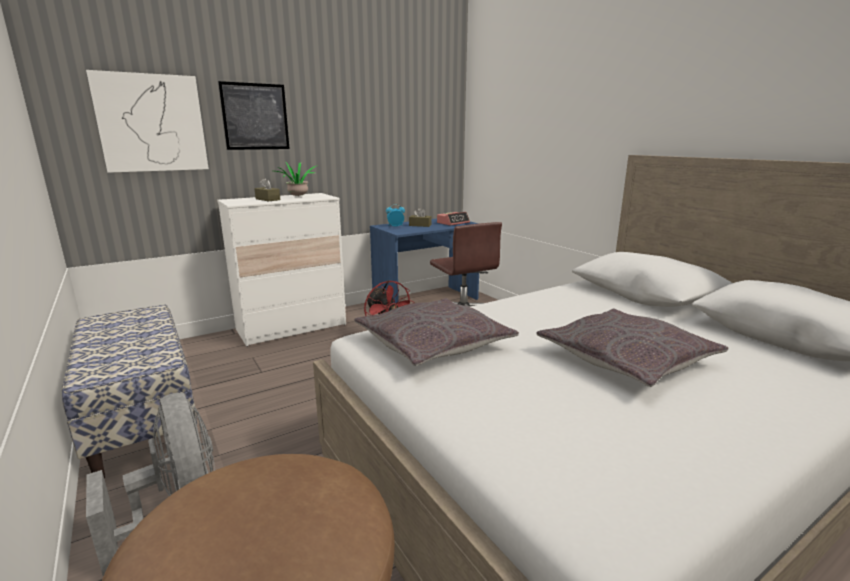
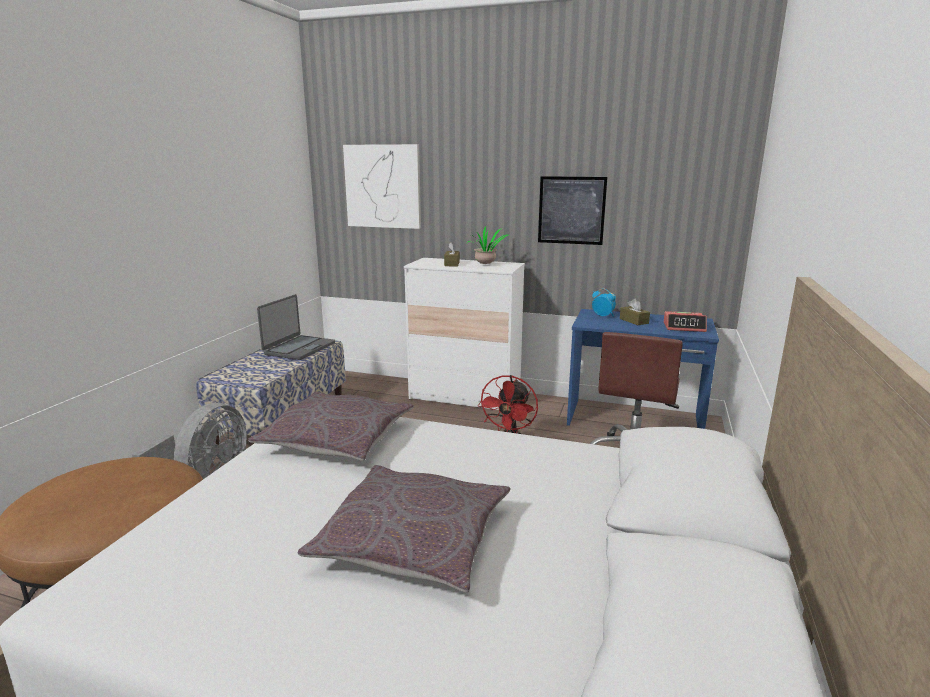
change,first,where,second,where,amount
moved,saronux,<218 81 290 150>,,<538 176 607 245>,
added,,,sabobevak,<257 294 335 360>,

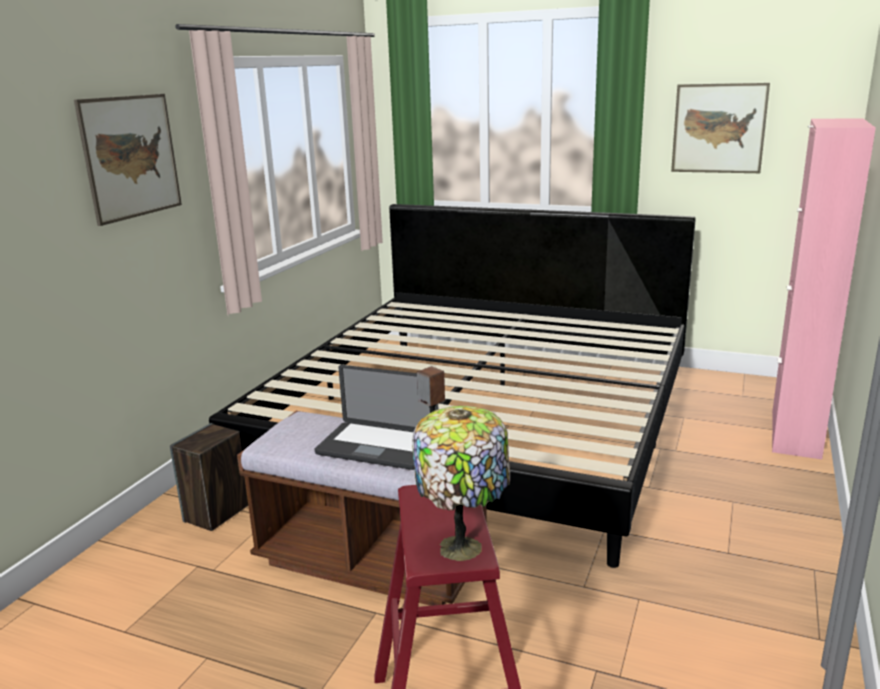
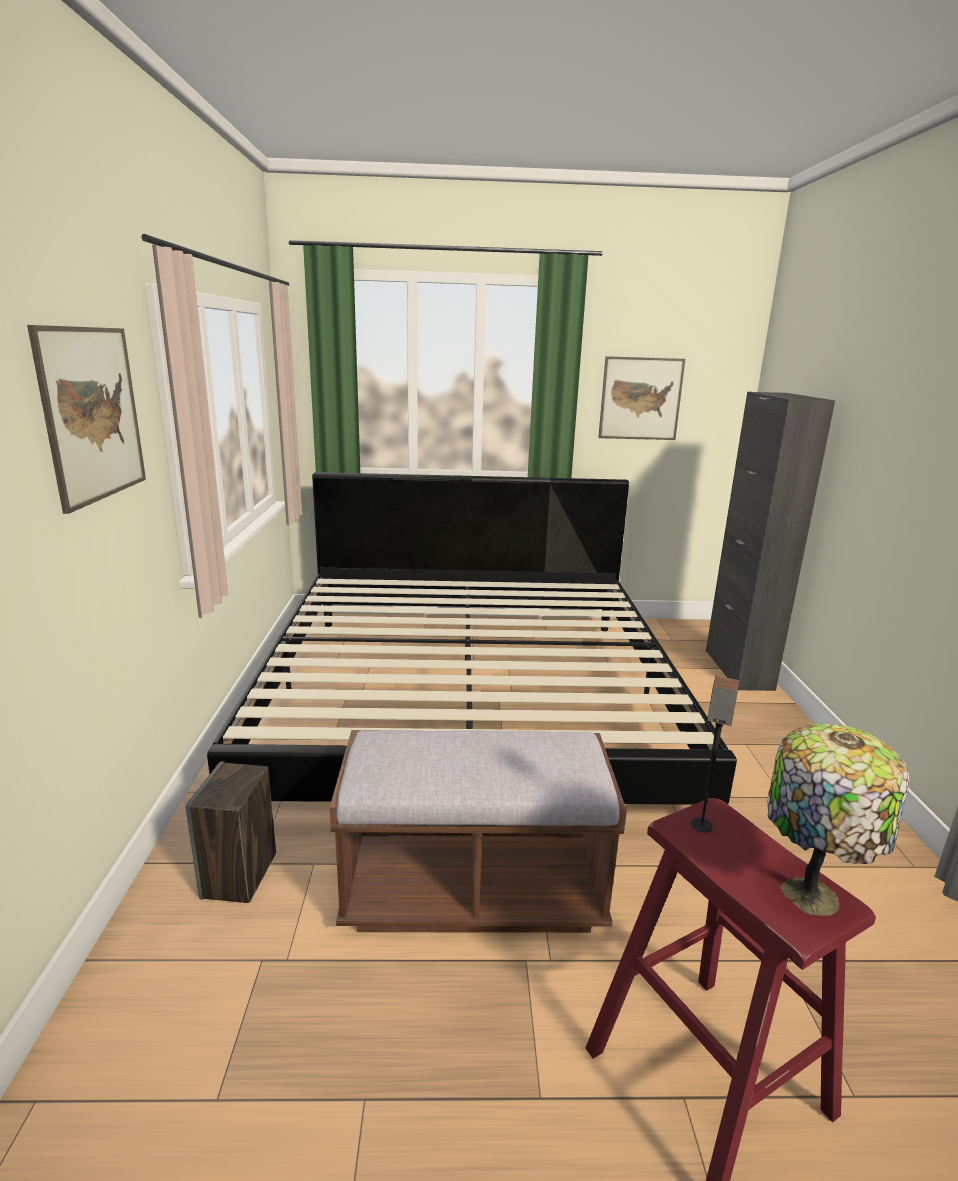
change,first,where,second,where,amount
recoloured,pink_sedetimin,<772 119 876 459>,black_sedetimin,<706 392 835 691>,
removed,sabobevak,<315 365 438 470>,,,

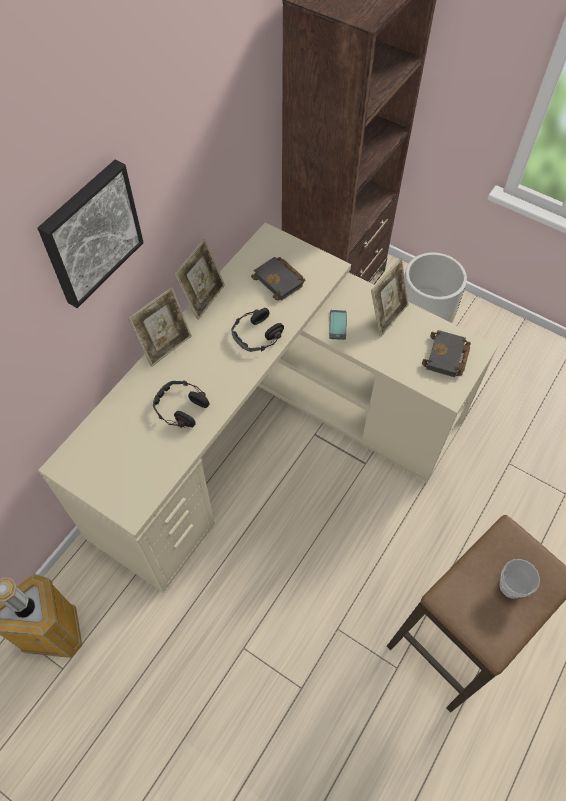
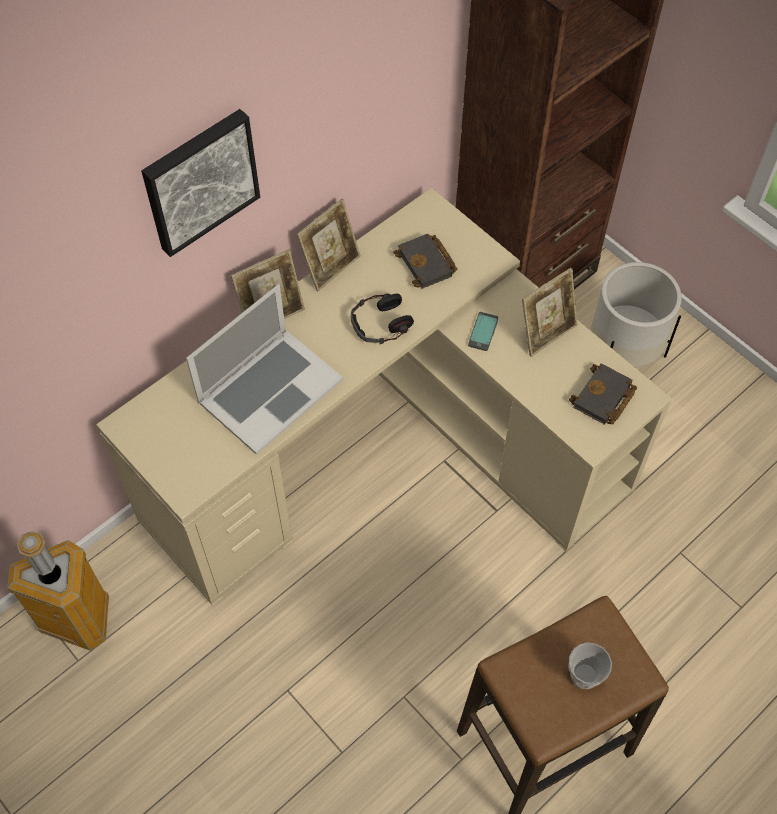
change,first,where,second,where,amount
replaced,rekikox,<153 380 210 428>,sabobevak,<186 284 343 455>,

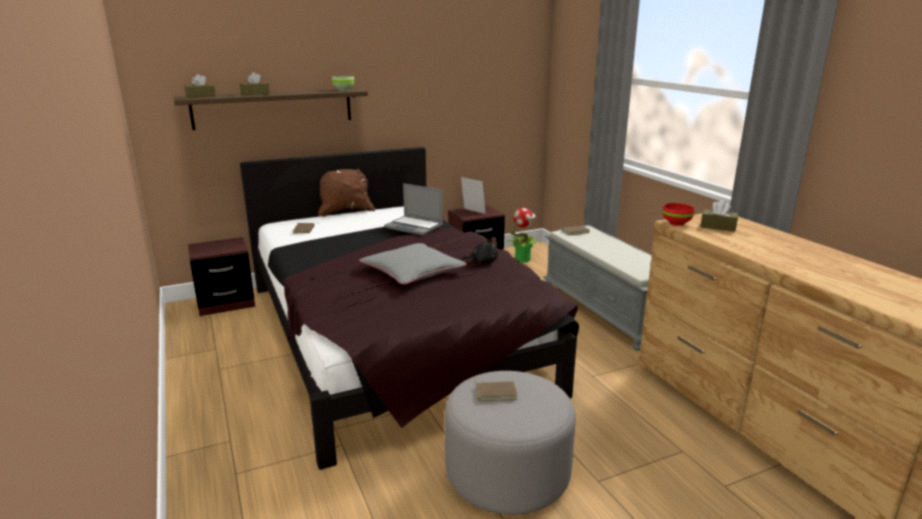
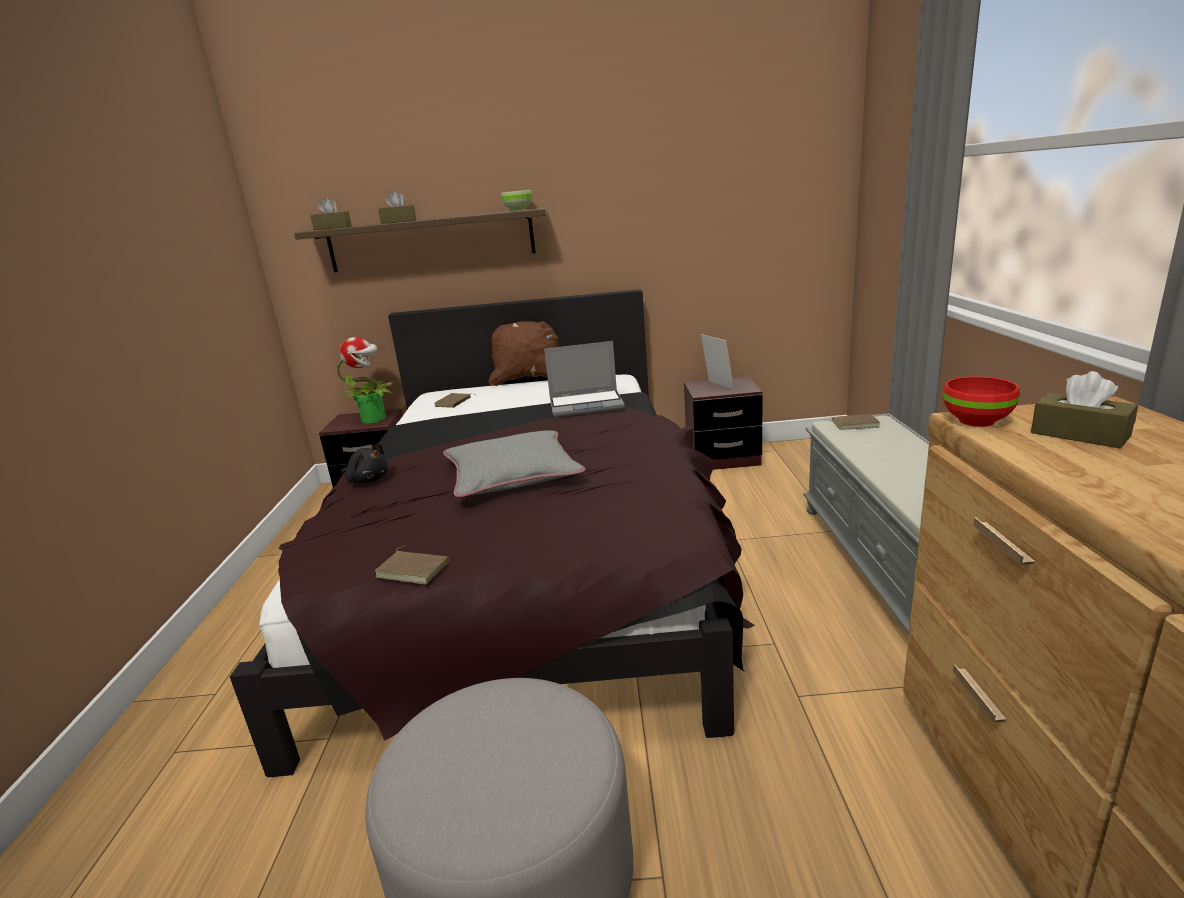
change,first,where,second,where,amount
turned,sabobevak,<384 183 443 235>,,<544 341 625 417>,60 degrees counterclockwise
moved,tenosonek,<507 208 540 263>,,<337 337 393 423>,
moved,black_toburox,<462 239 498 264>,,<341 443 388 483>,
moved,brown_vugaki,<474 379 518 401>,,<375 545 449 584>,

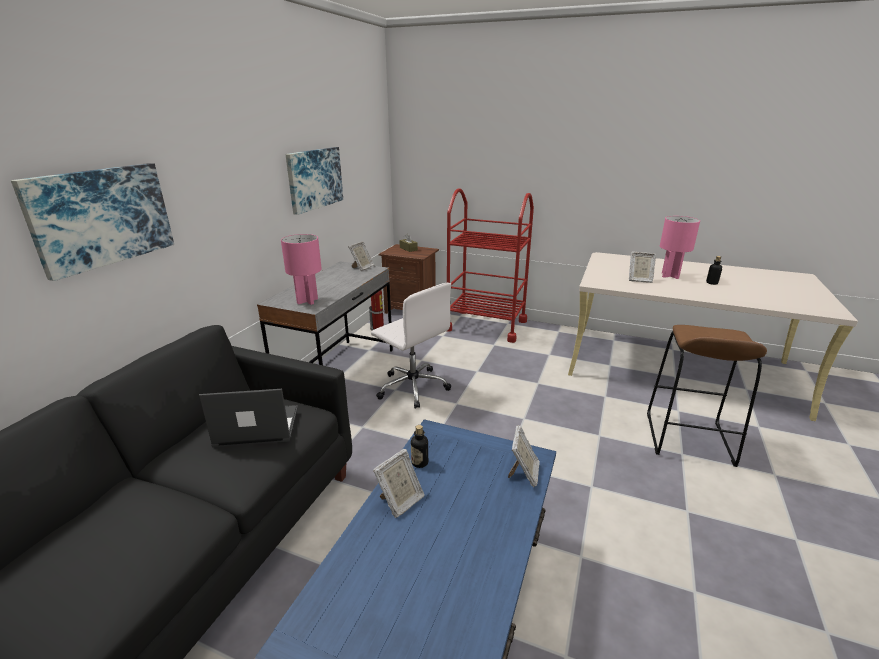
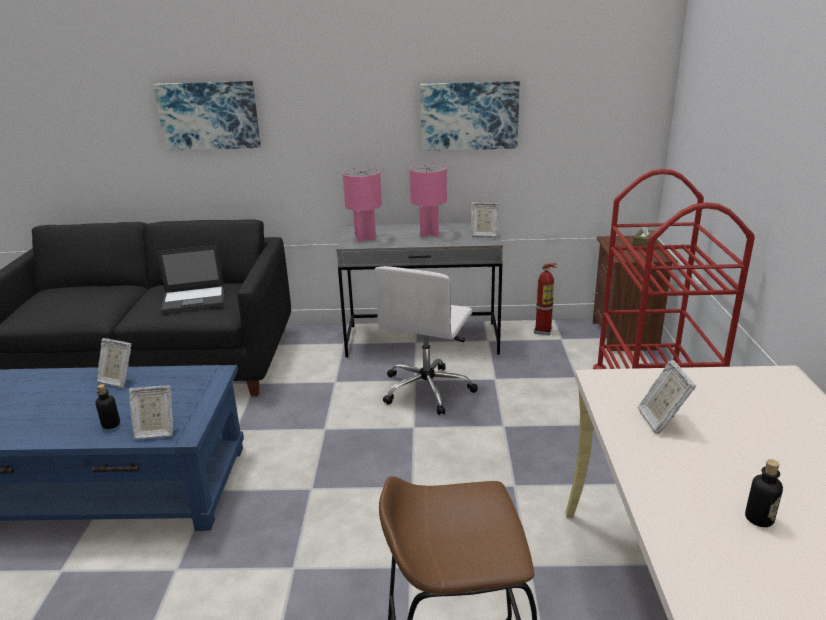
change,first,where,second,where,amount
moved,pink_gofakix,<660 216 700 279>,,<409 163 447 237>,
turned,sabobevak,<199 389 298 448>,,<157 245 224 313>,105 degrees clockwise
moved,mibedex,<411 425 428 468>,,<96 384 120 429>,

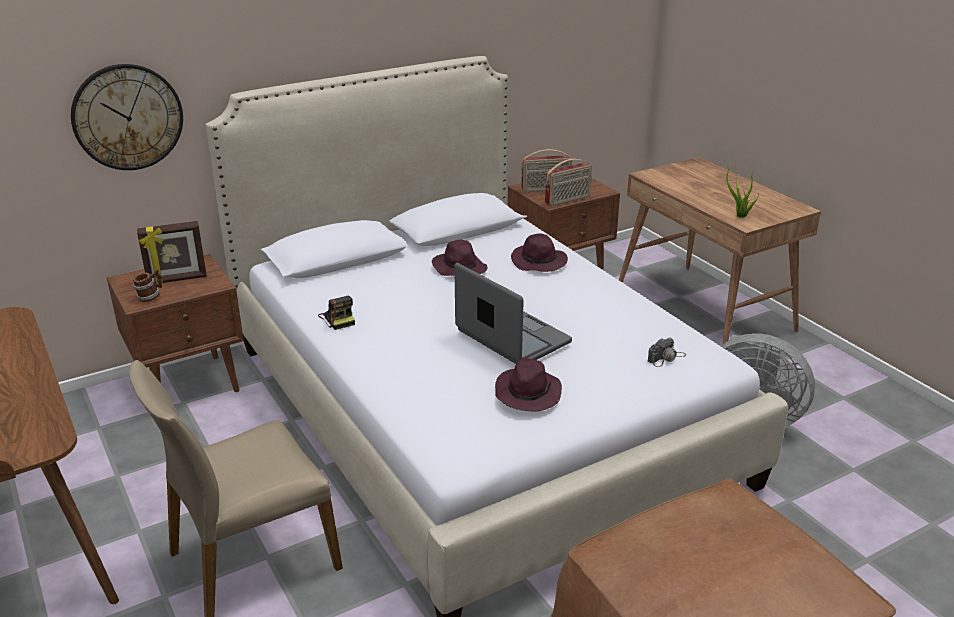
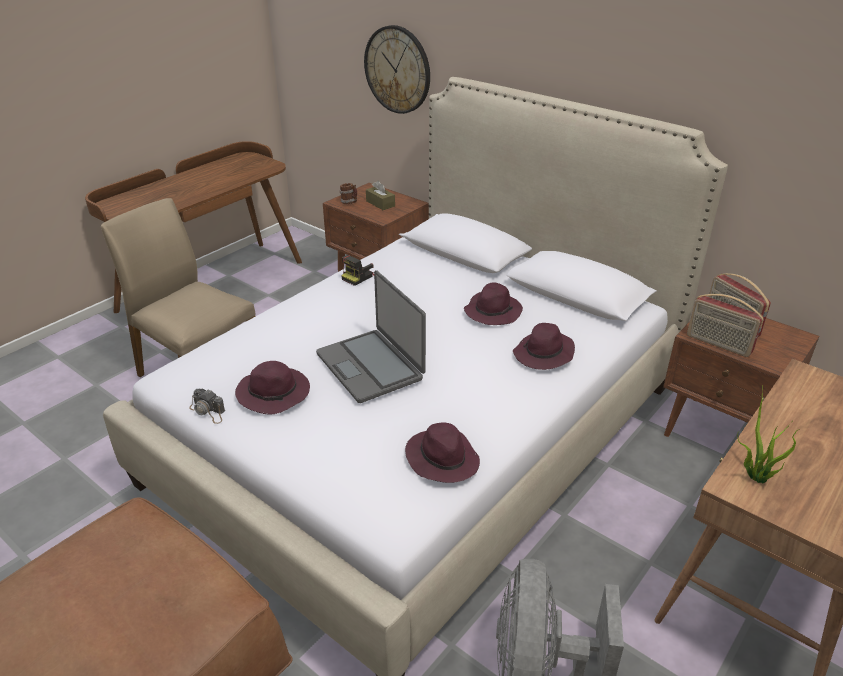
change,first,where,second,where,amount
replaced,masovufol,<137 221 207 284>,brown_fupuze,<366 181 395 210>,
turned,sabobevak,<454 263 572 364>,,<316 270 426 403>,120 degrees clockwise
moved,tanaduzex,<648 337 686 367>,,<189 389 225 424>,
added,,,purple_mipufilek,<405 422 480 483>,

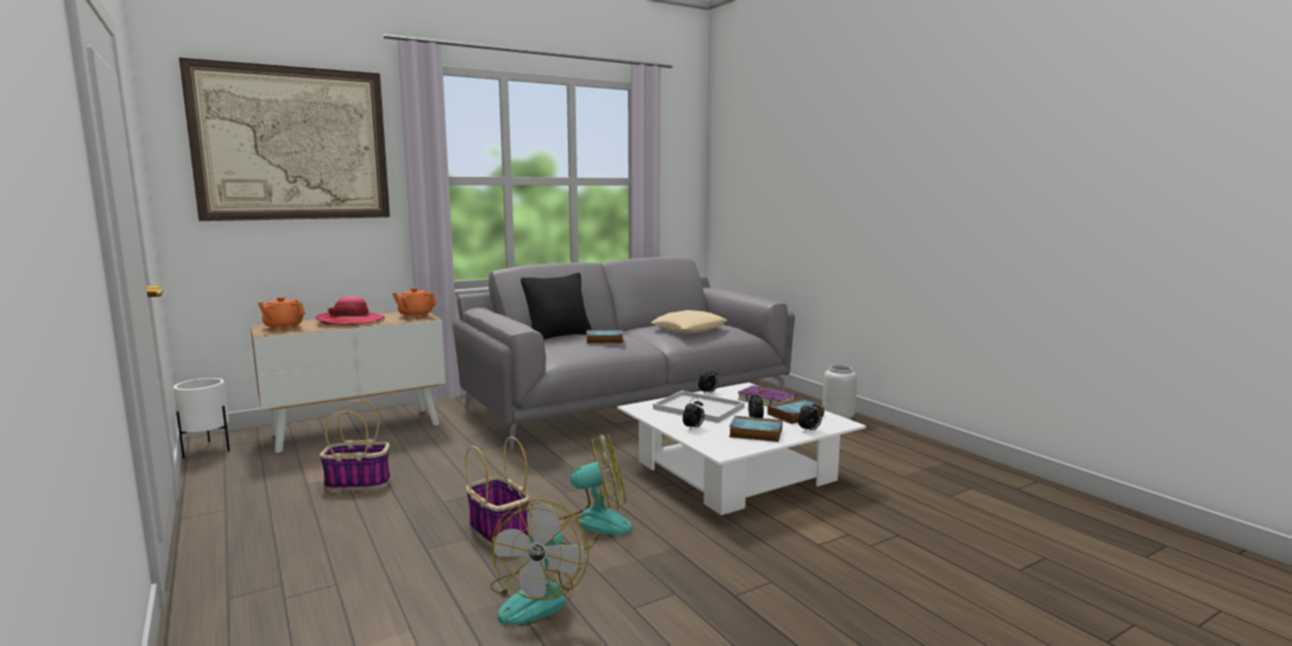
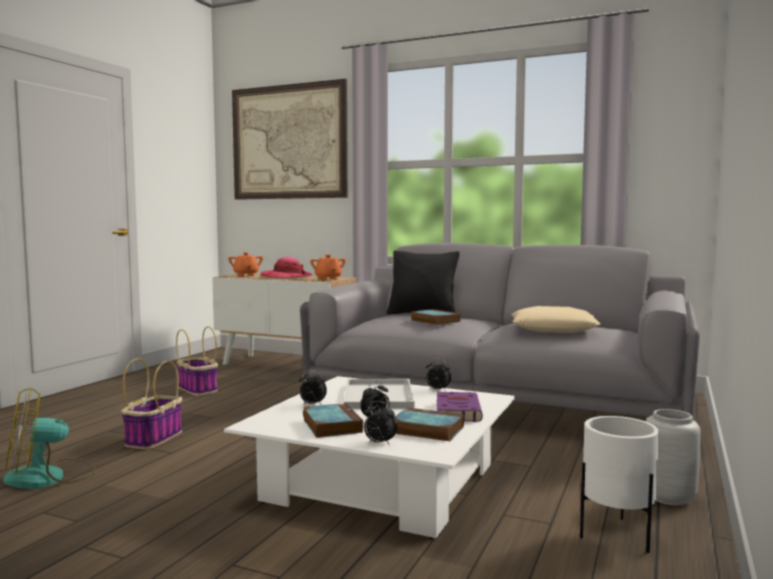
change,first,where,second,where,amount
moved,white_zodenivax,<173 378 230 458>,,<580 416 659 553>,
removed,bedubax,<559 432 632 550>,,,

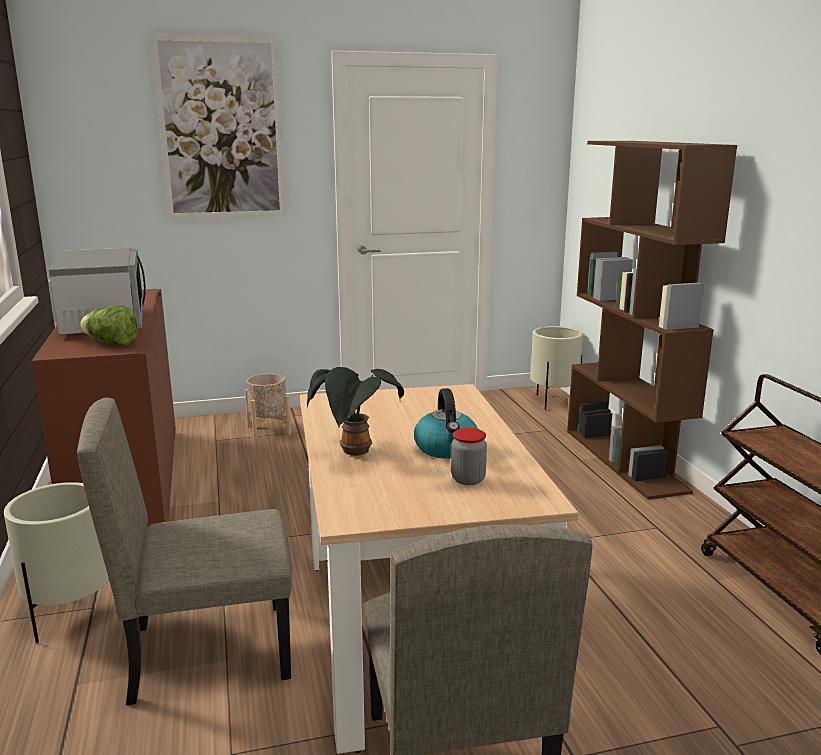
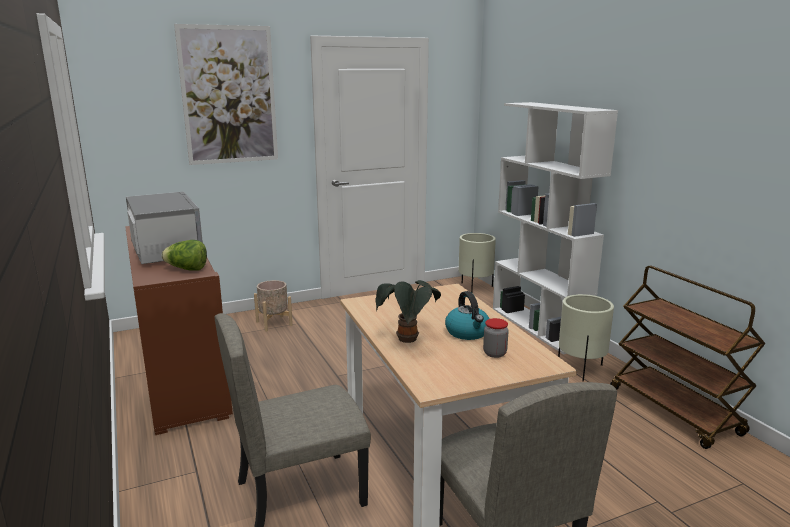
change,first,where,second,where,amount
recoloured,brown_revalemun,<567 141 737 500>,white_revalemun,<493 102 618 355>,
moved,beige_zodenivax,<4 482 117 643>,,<558 294 614 382>,

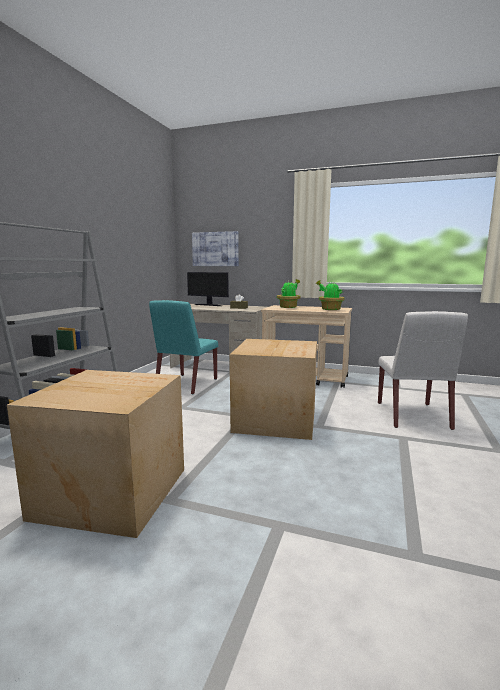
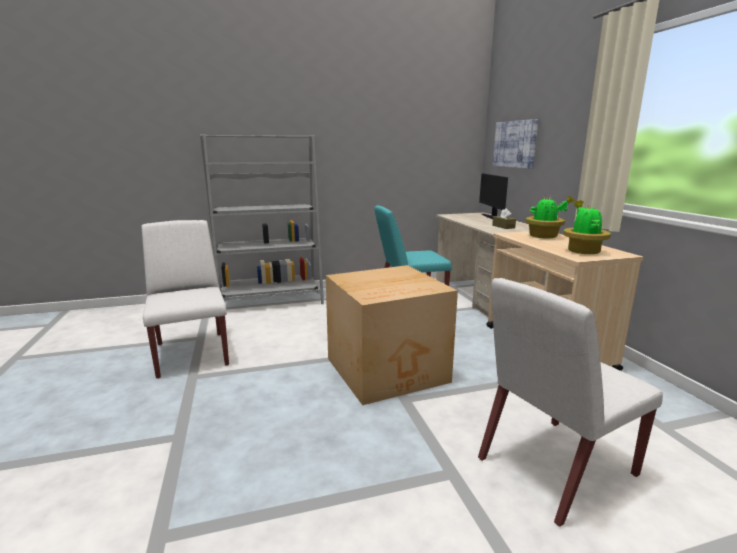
change,first,where,second,where,amount
replaced,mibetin,<7 370 184 538>,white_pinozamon,<142 220 229 379>,

